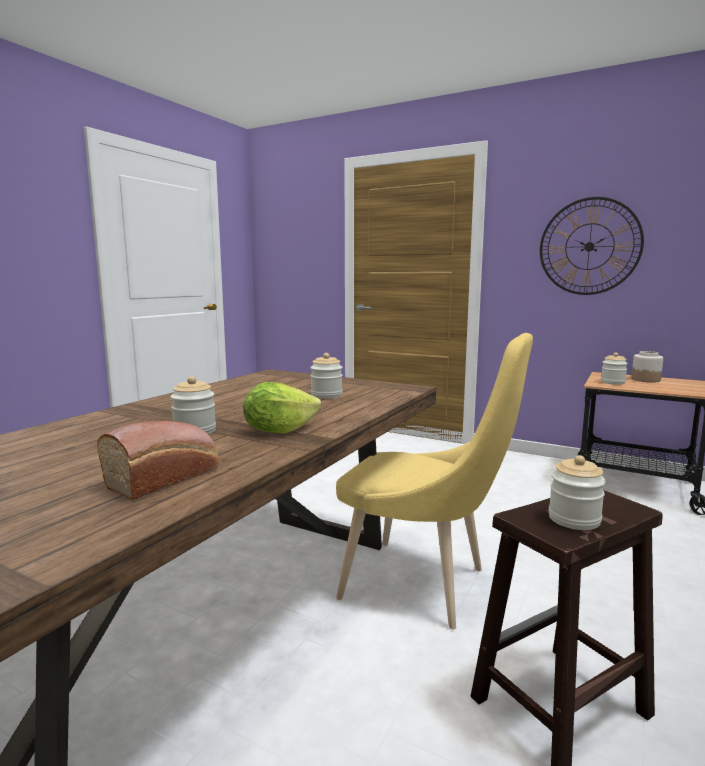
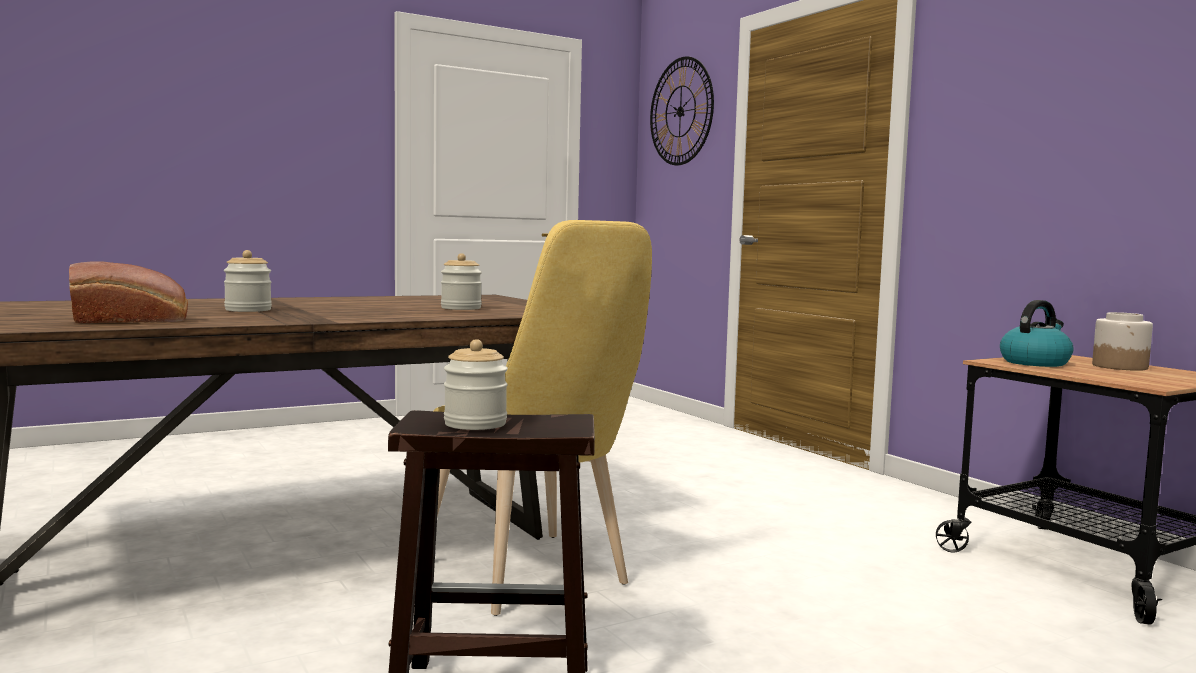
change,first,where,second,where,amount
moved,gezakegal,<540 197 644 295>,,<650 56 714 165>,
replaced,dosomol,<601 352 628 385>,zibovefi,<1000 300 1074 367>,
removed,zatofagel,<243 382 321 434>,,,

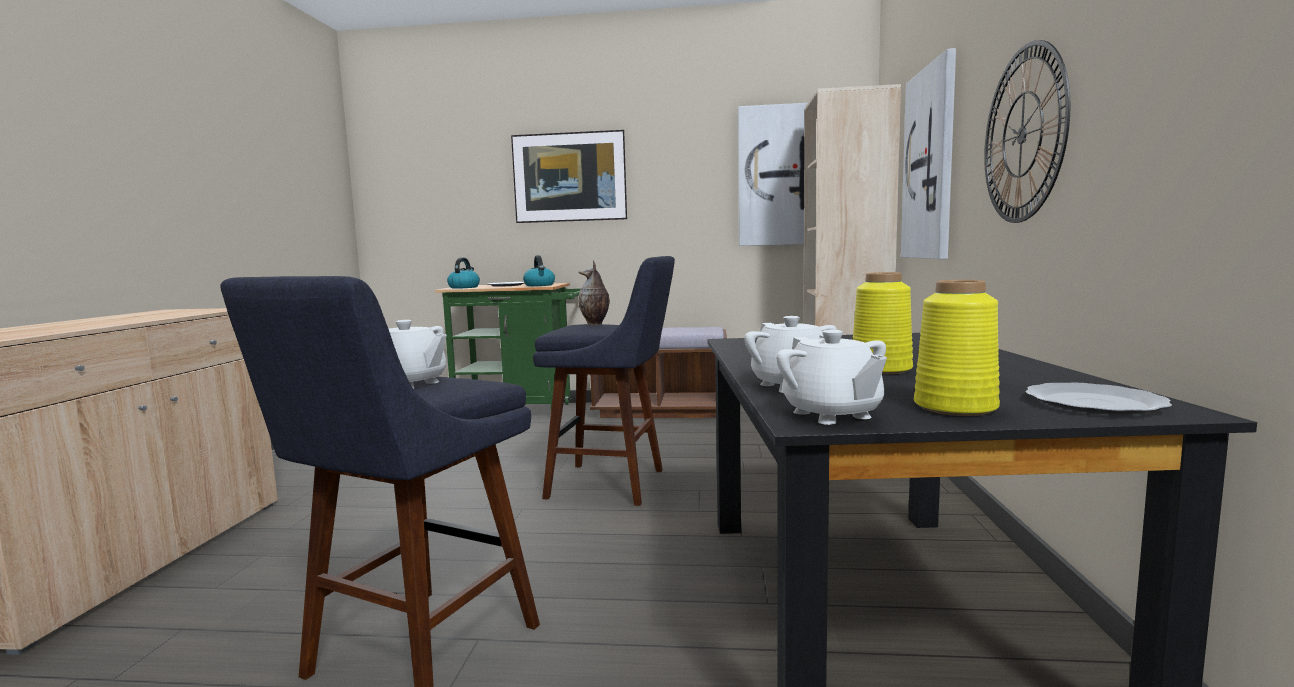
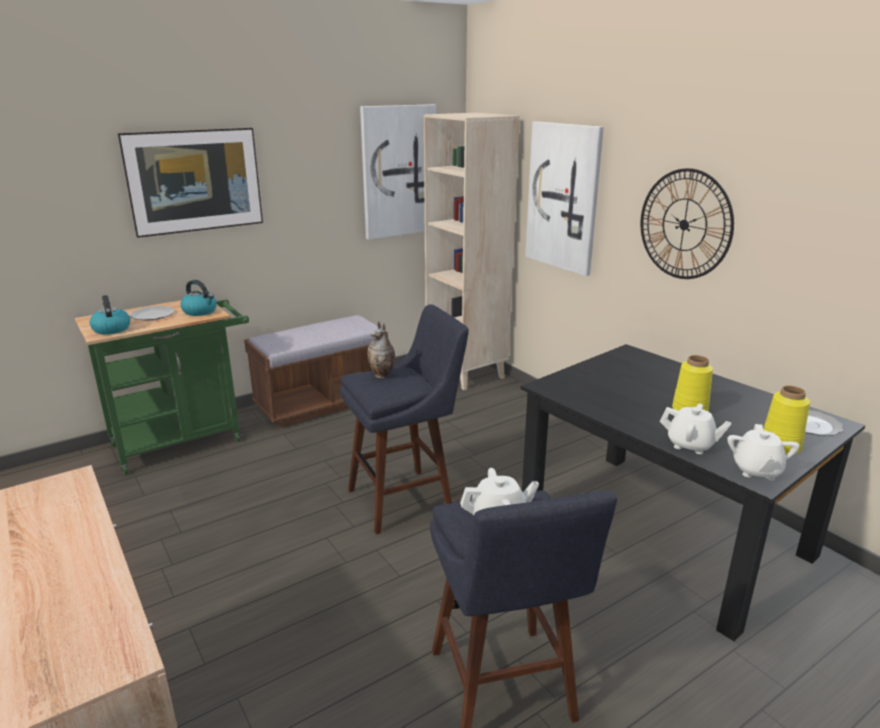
change,first,where,second,where,amount
turned,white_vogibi,<776 330 887 425>,,<727 424 800 480>,75 degrees clockwise

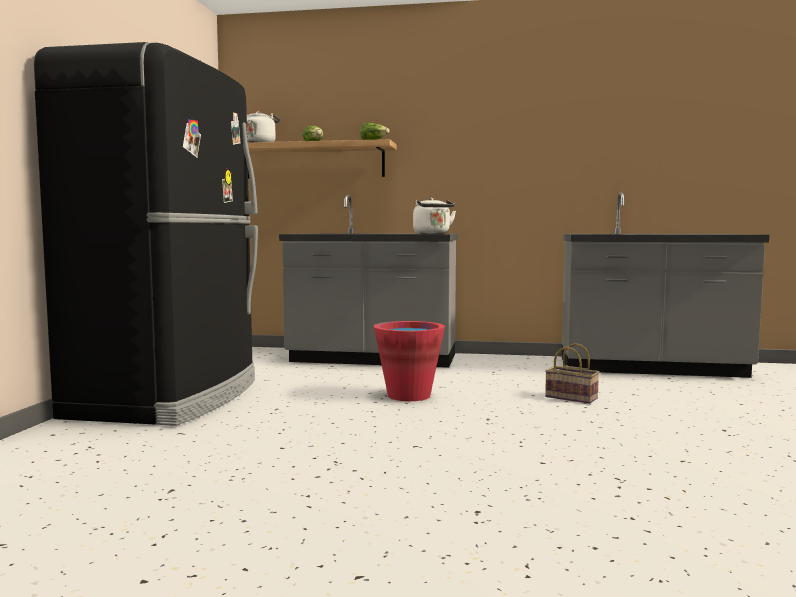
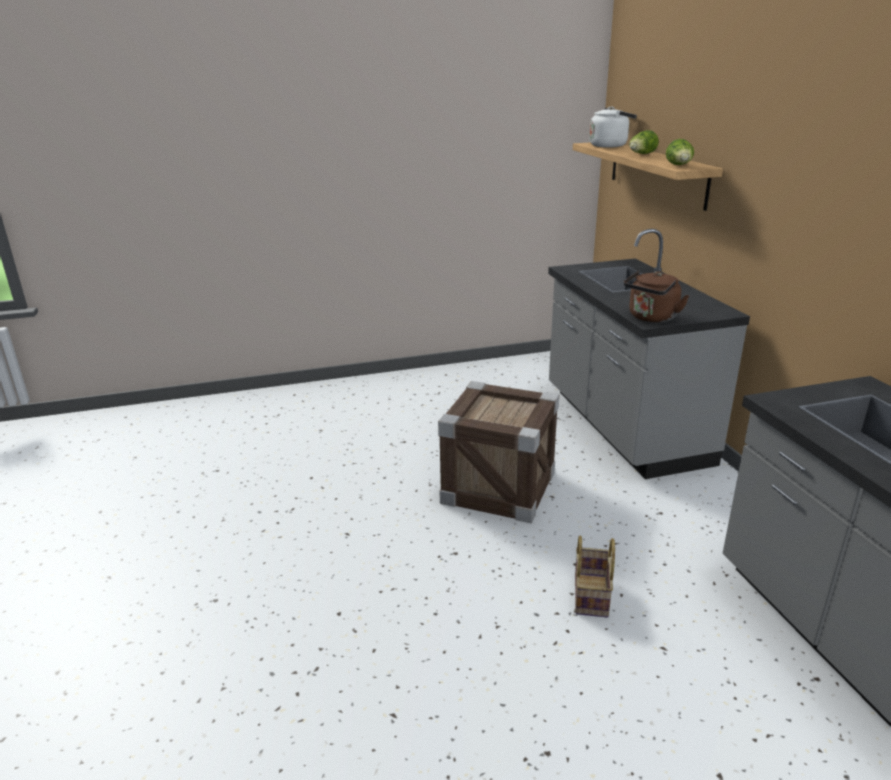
change,first,where,second,where,amount
removed,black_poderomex,<34 42 258 426>,,,
recoloured,white_zibovefi,<413 198 456 234>,brown_zibovefi,<623 270 689 322>,
replaced,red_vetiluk,<374 321 445 401>,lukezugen,<438 381 559 523>,

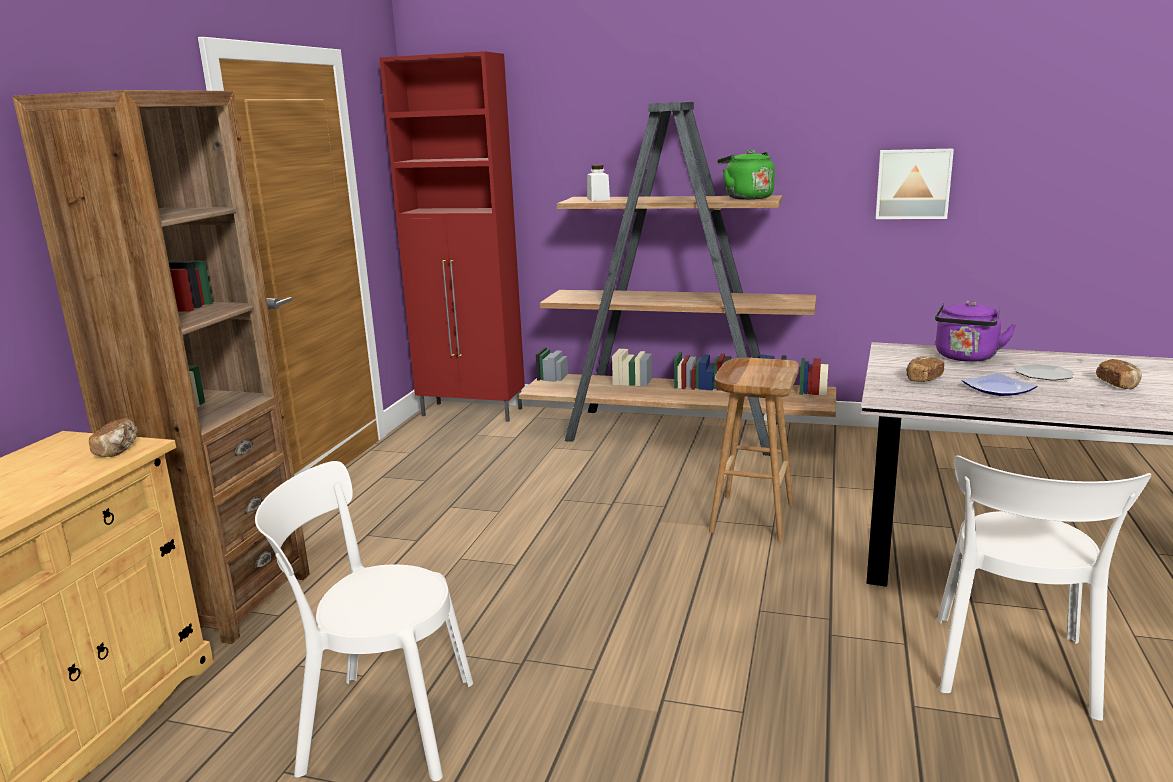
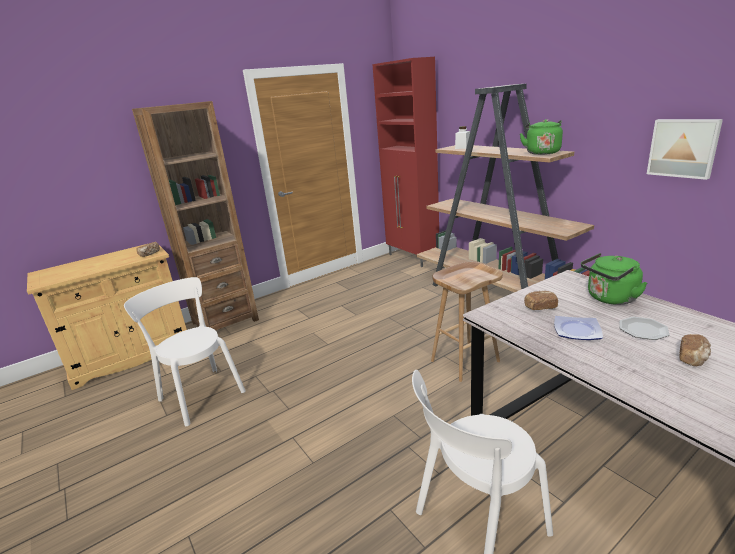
change,first,where,second,where,amount
recoloured,purple_zibovefi,<935 301 1016 362>,green_zibovefi,<581 253 647 305>,

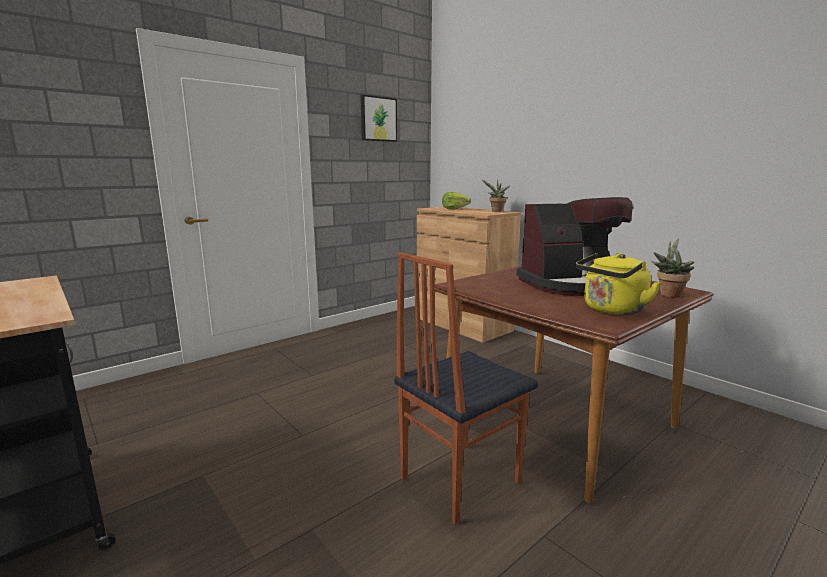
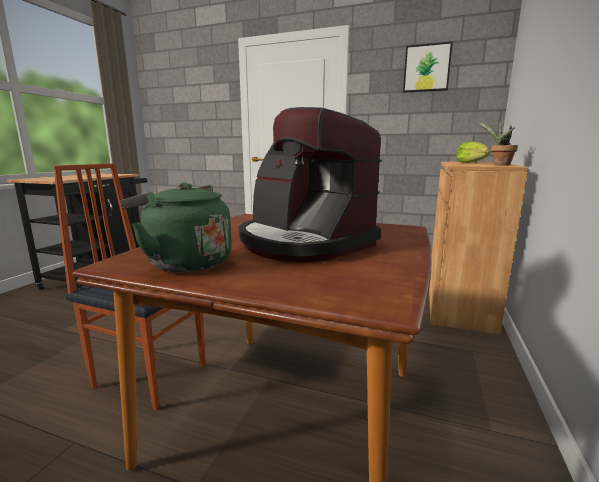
change,first,where,second,where,amount
removed,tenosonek,<651 238 694 298>,,,
recoloured,yellow_zibovefi,<576 253 661 315>,green_zibovefi,<121 183 232 272>,

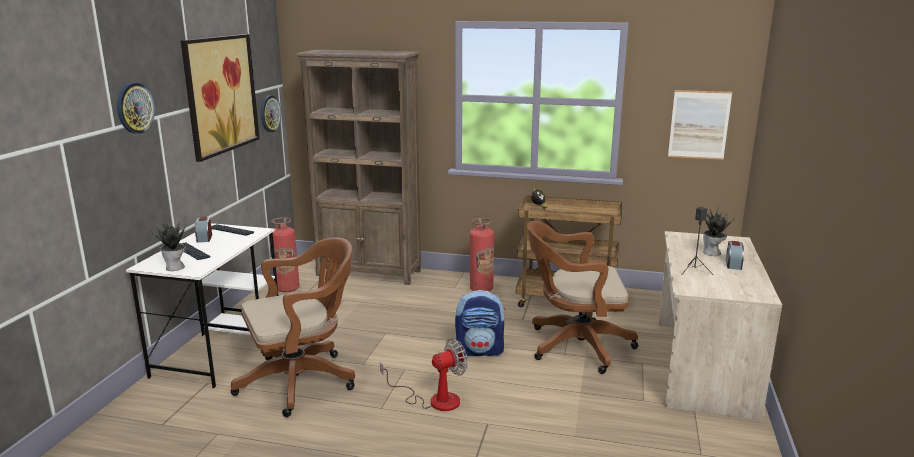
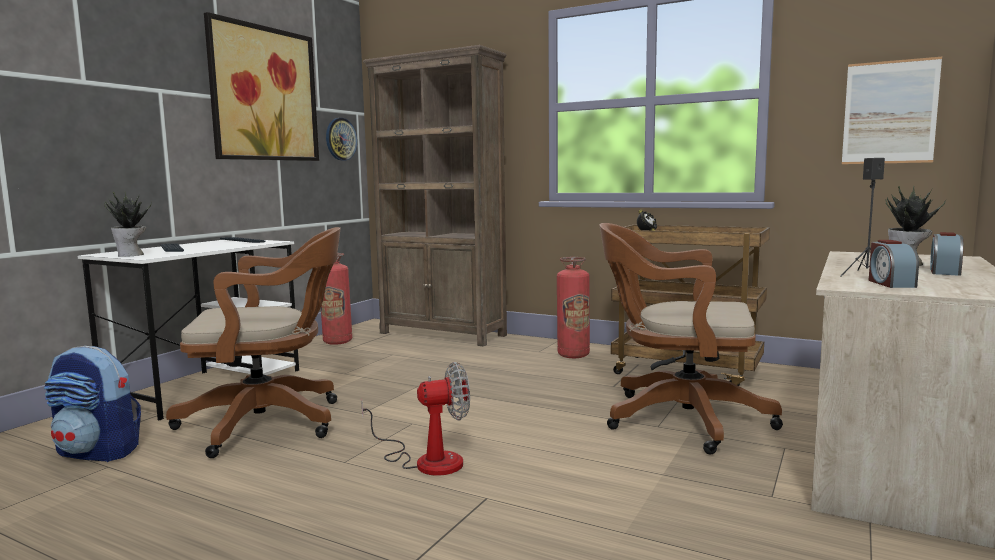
change,first,where,second,where,amount
removed,gezakegal,<117 82 155 134>,,,
moved,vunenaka,<195 217 212 243>,,<869 240 919 288>,
moved,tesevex,<455 290 505 356>,,<44 346 141 462>,

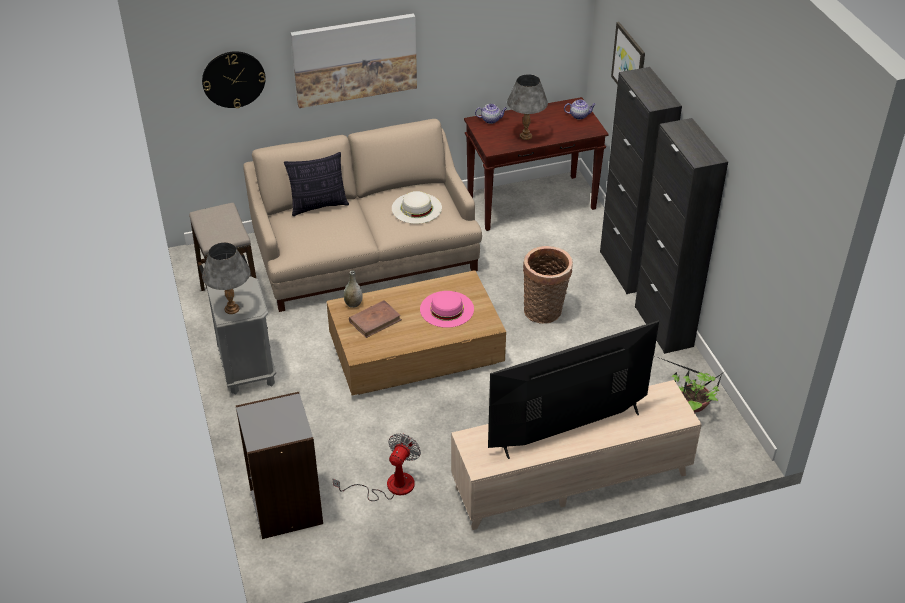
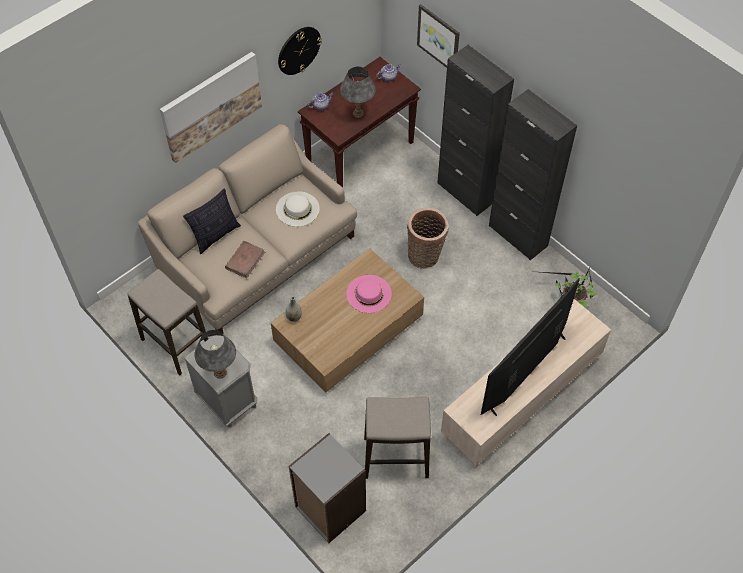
change,first,where,second,where,amount
moved,gezakegal,<202 51 266 108>,,<278 27 322 75>,
moved,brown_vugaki,<349 300 402 338>,,<225 241 265 278>,
replaced,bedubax,<333 433 421 501>,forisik,<364 397 431 479>,

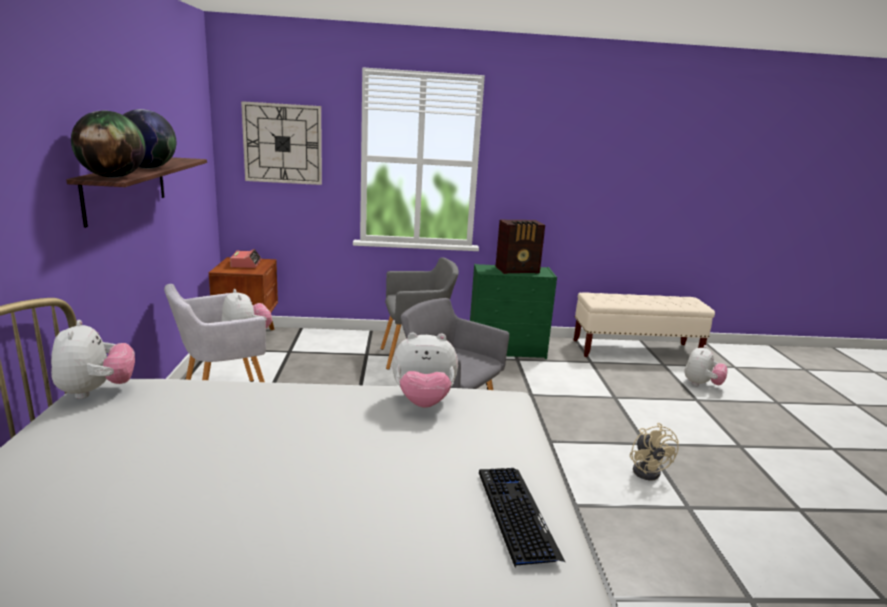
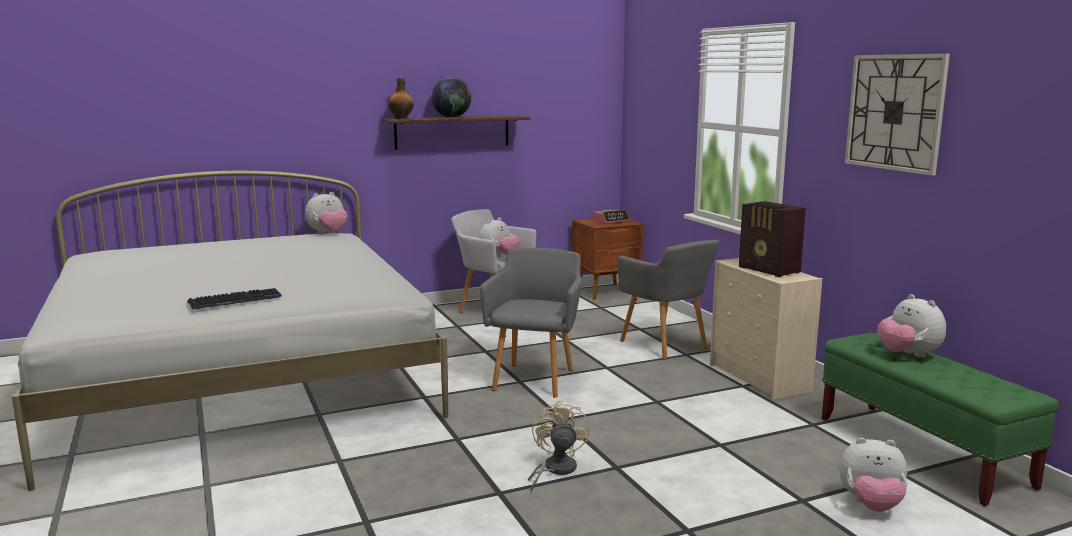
change,first,where,second,where,amount
moved,gezakegal,<241 101 322 185>,,<845 53 950 176>,
replaced,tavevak,<71 110 145 178>,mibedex,<388 78 414 119>,
recoloured,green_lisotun,<470 264 557 359>,beige_lisotun,<710 258 822 400>,
recoloured,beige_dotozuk,<574 292 715 357>,green_dotozuk,<822 333 1059 506>,
moved,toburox,<392 332 458 408>,,<877 294 946 358>,
turned,beige_bedubax,<630 423 679 480>,,<528 400 590 492>,120 degrees clockwise

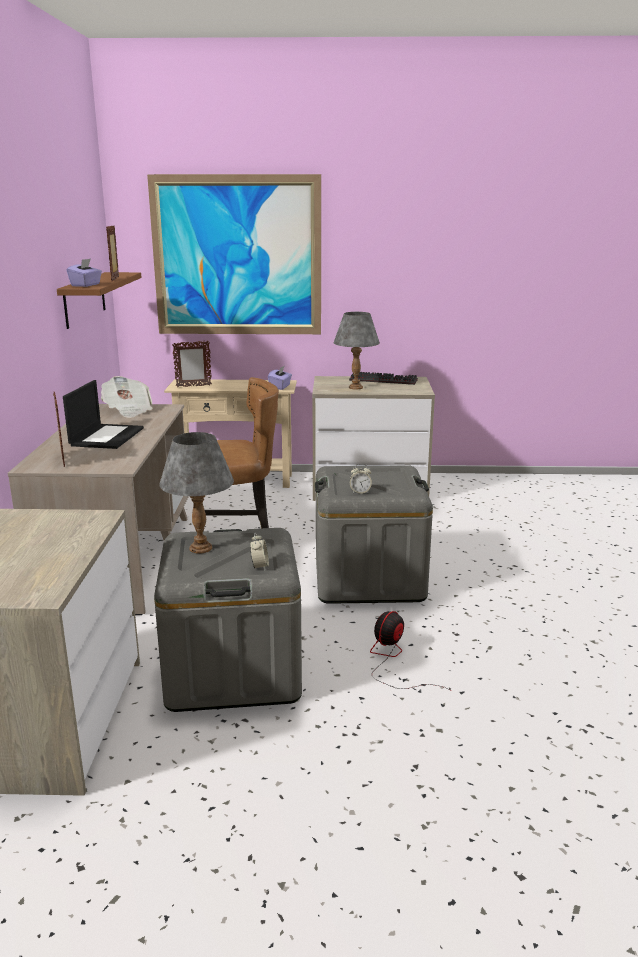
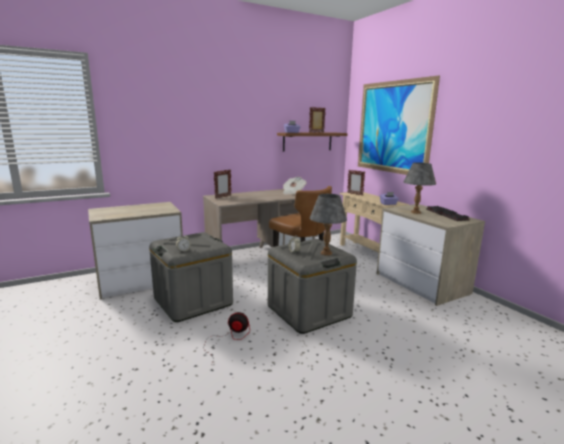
change,first,where,second,where,amount
removed,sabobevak,<63 380 144 449>,,,
moved,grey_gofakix,<159 432 234 554>,,<310 194 347 256>,

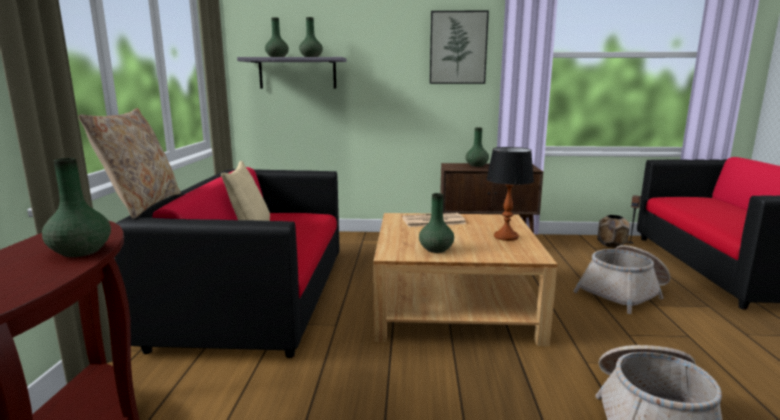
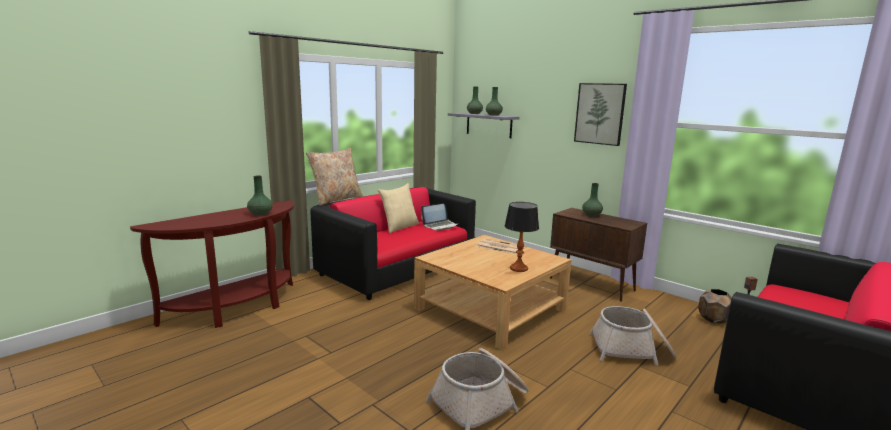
change,first,where,second,where,amount
removed,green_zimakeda,<419 193 454 253>,,,
added,,,sabobevak,<421 204 458 231>,

